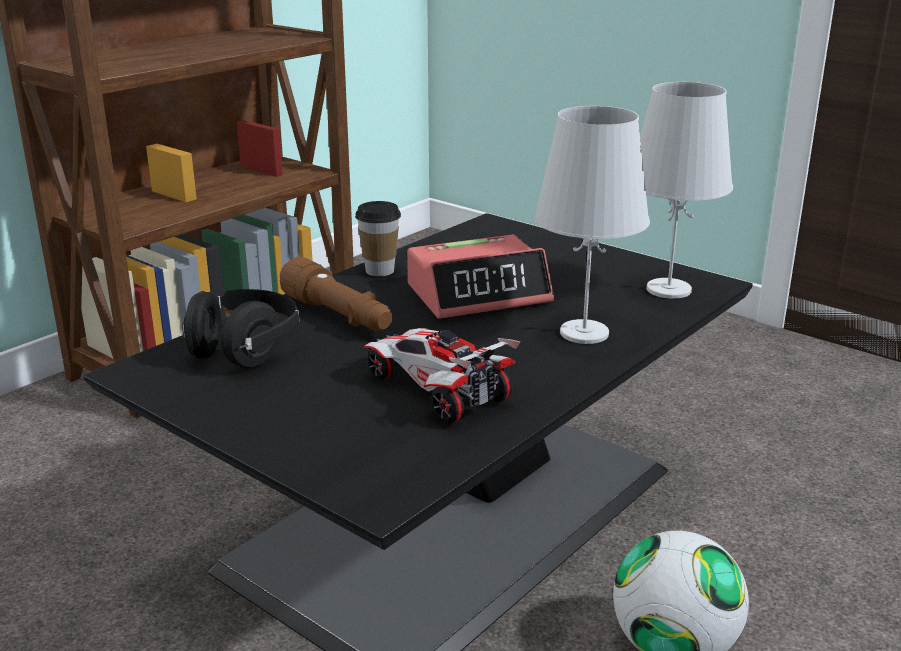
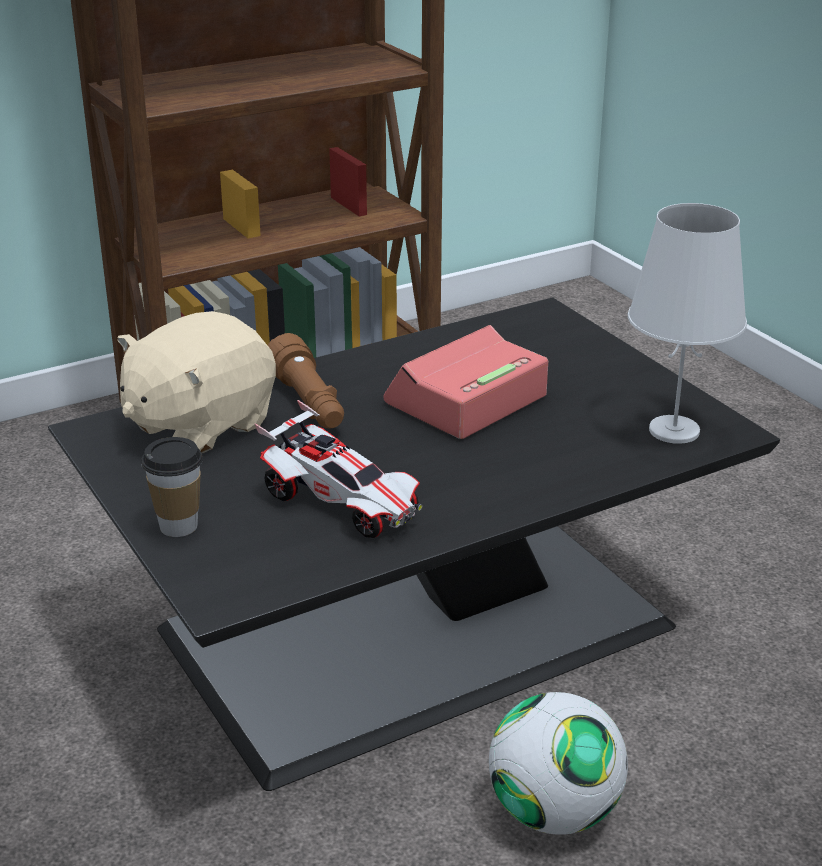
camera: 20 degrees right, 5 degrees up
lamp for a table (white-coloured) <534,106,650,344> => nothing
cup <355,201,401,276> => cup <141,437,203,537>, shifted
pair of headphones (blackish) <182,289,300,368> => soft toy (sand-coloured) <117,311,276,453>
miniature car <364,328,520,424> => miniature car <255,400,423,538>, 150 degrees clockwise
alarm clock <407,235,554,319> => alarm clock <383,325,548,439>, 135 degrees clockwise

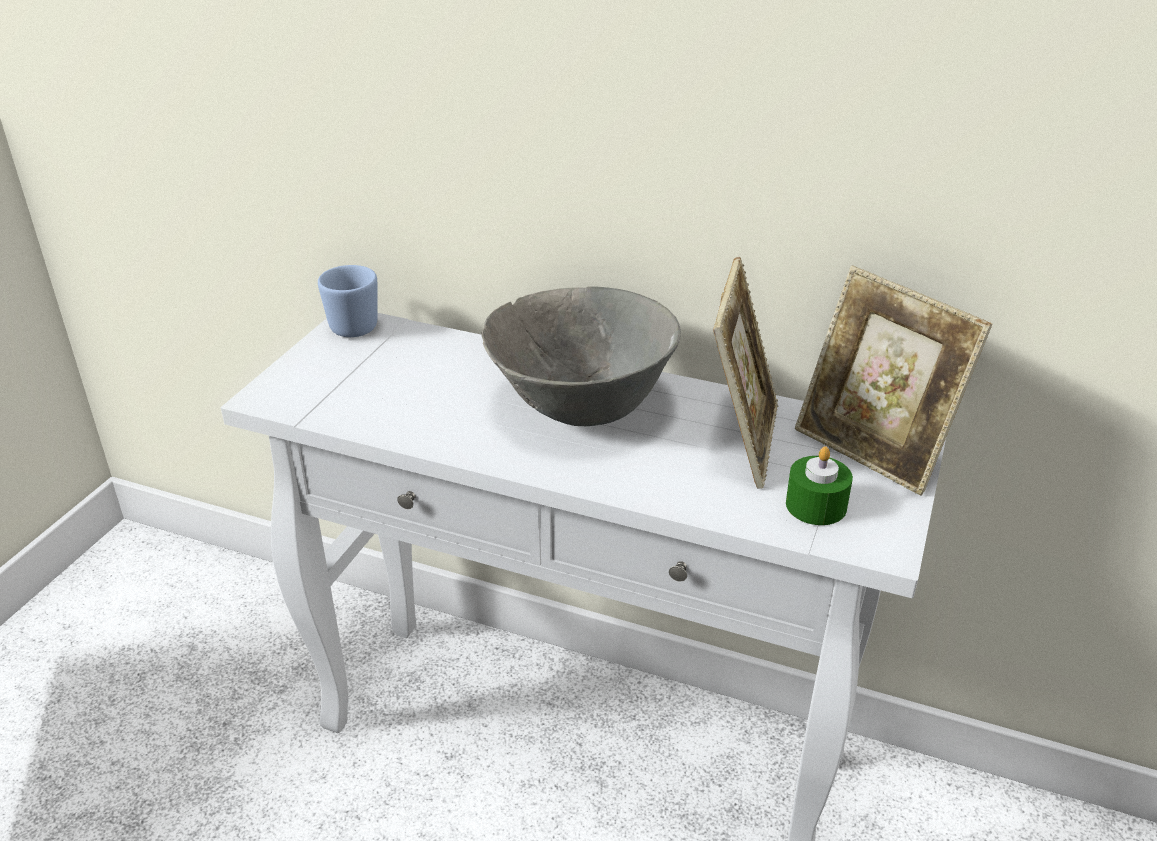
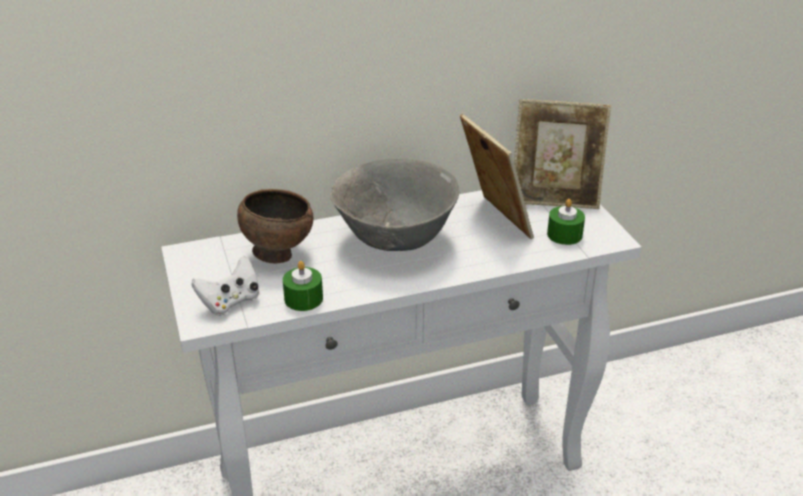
camera: 40 degrees left, 0 degrees up
tea mug (blue-coloured) <318,265,378,337> => nothing
nothing => game controller (white-coloured) <191,256,260,316>
nothing => bowl (brown) <237,189,313,263>
nothing => wax light (green) <283,261,323,311>

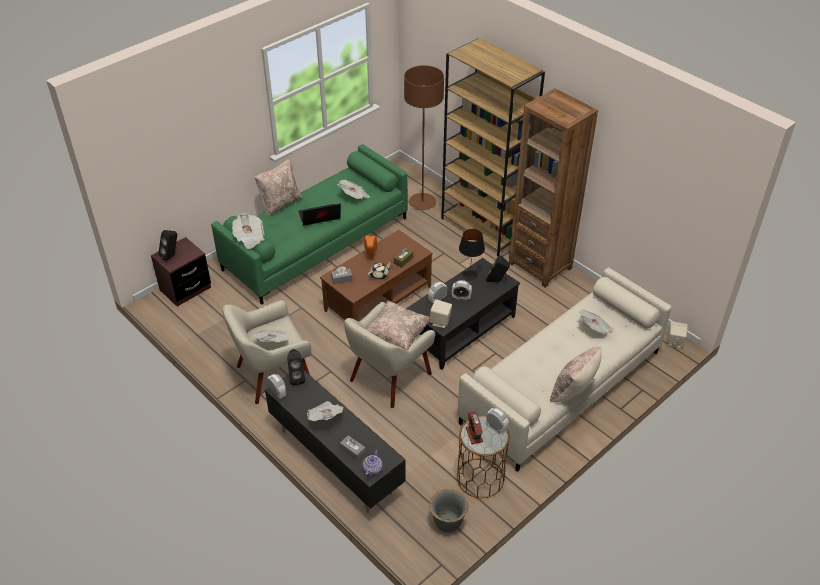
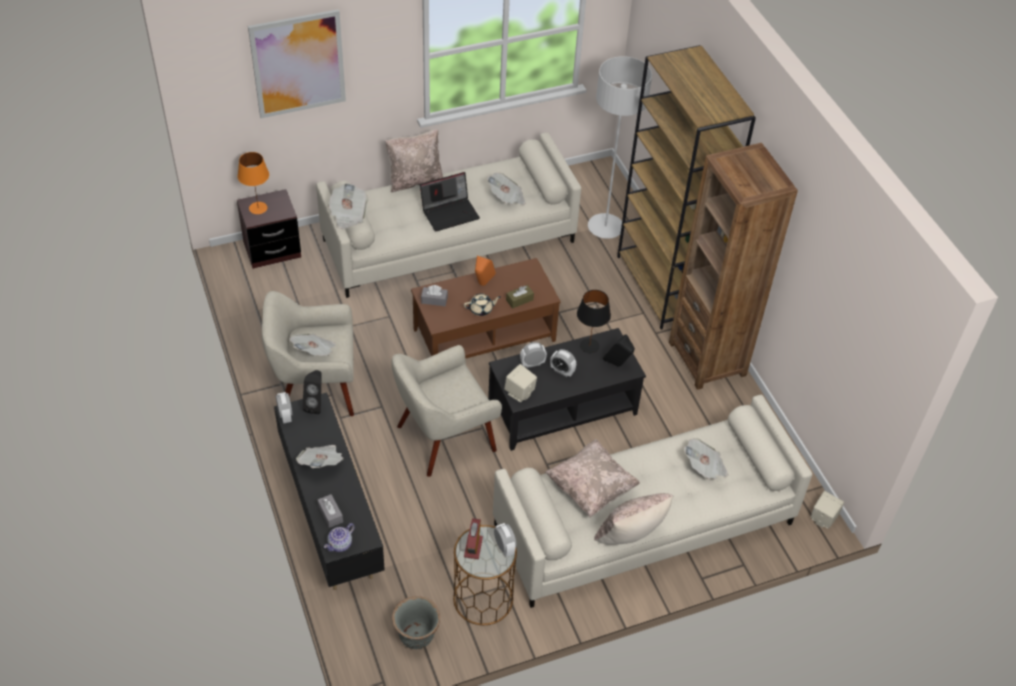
camera: 20 degrees right, 5 degrees up
nothing => wall art <248,9,346,118>
cushion (sand-coloured) <366,301,431,351> => cushion (sand-coloured) <545,439,640,517>, shifted
speaker (blackish) <158,230,177,261> => lamp for a table (orange) <238,152,269,214>
sofa (green) <211,144,408,305> => sofa (sand-coloured) <316,133,581,298>
standard lamp (brown) <404,65,444,210> => standard lamp (grey) <588,56,652,239>
notebook computer <298,204,341,226> => notebook computer <420,172,480,231>, 150 degrees clockwise

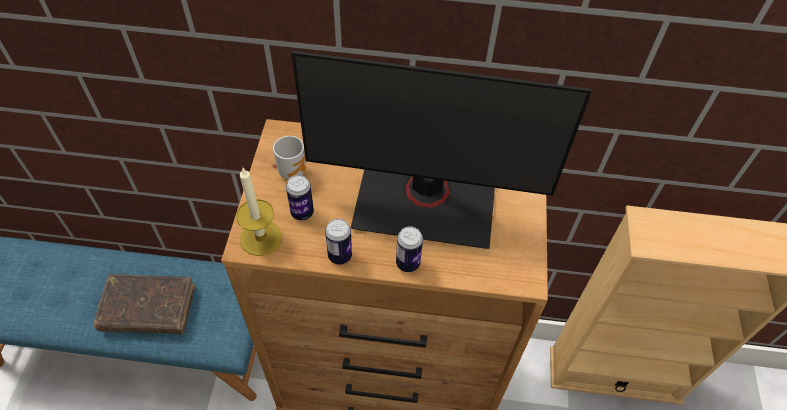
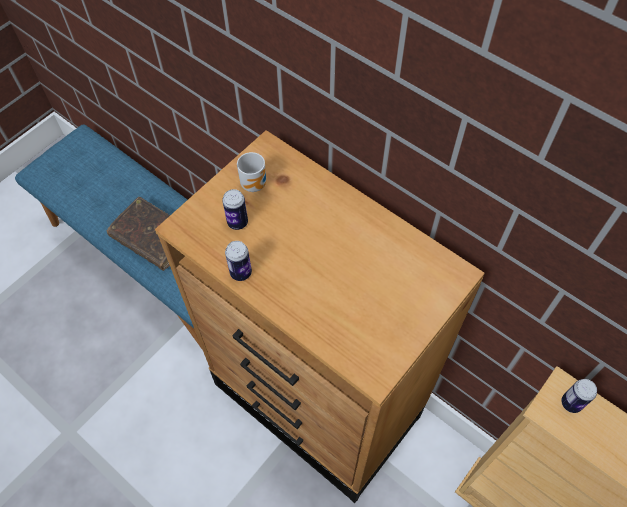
camera: 35 degrees right, 5 degrees up
wax light <236,168,282,256> => nothing
computer display <291,51,592,249> => nothing
can <396,226,423,272> => can <561,379,597,413>, shifted

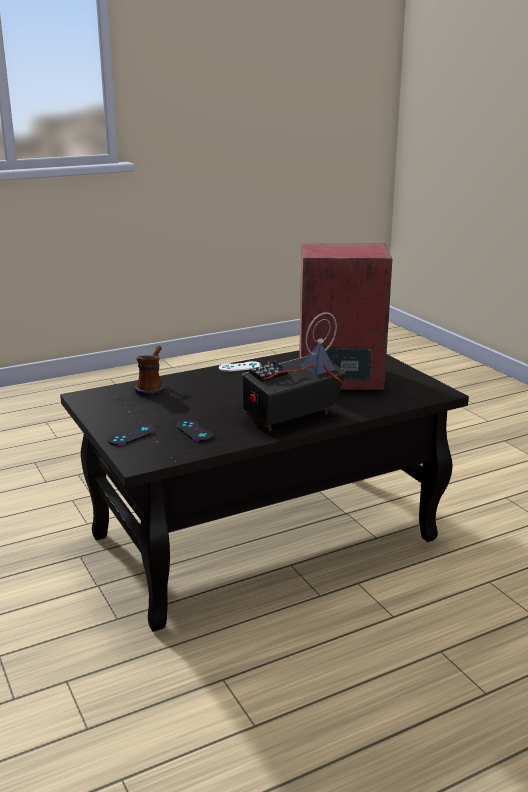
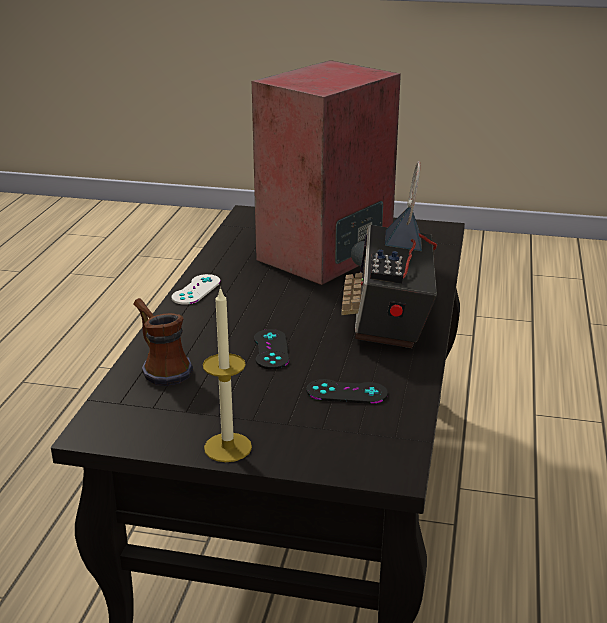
camera: 50 degrees left, 5 degrees up
nothing => wax light <203,287,252,462>
game controller (blackish) <108,425,156,446> => game controller (blackish) <254,329,289,369>, shifted

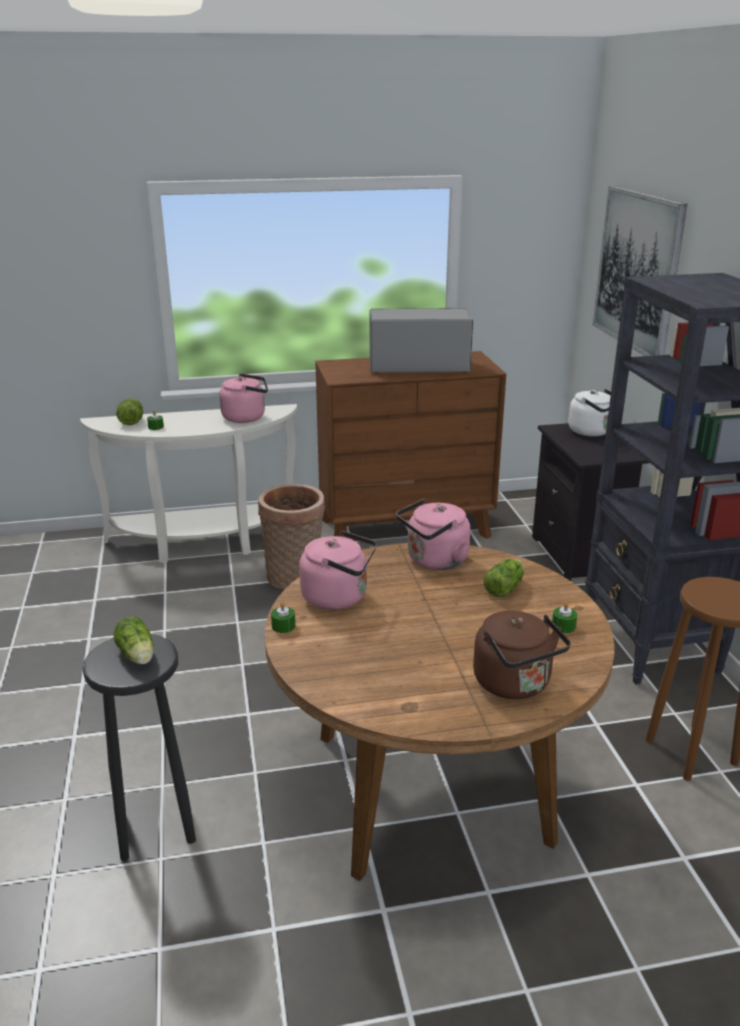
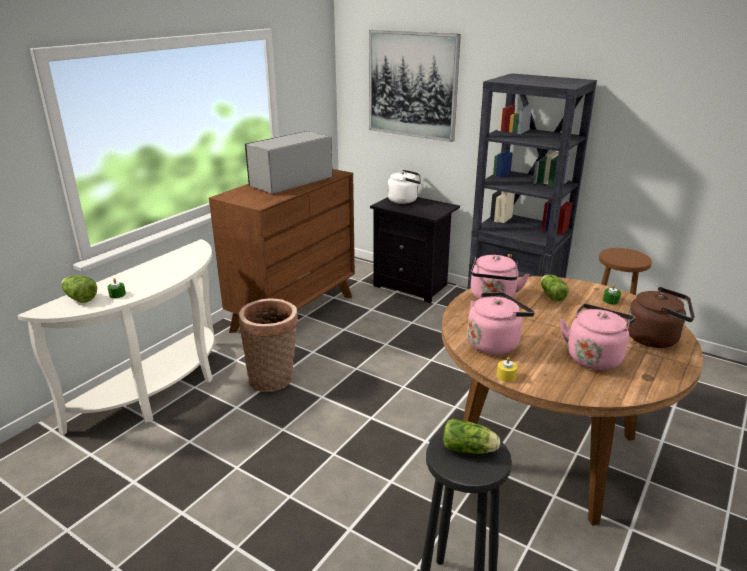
camera: 45 degrees left, 0 degrees up
kettle (pink) <219,373,268,423> => kettle (pink) <560,304,636,370>, shifted
wax light (green) <271,602,295,633> => wax light (yellow) <497,357,517,382>

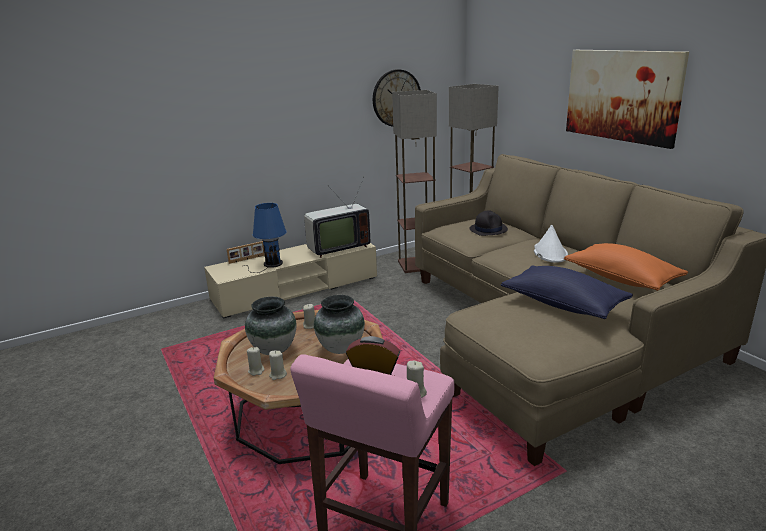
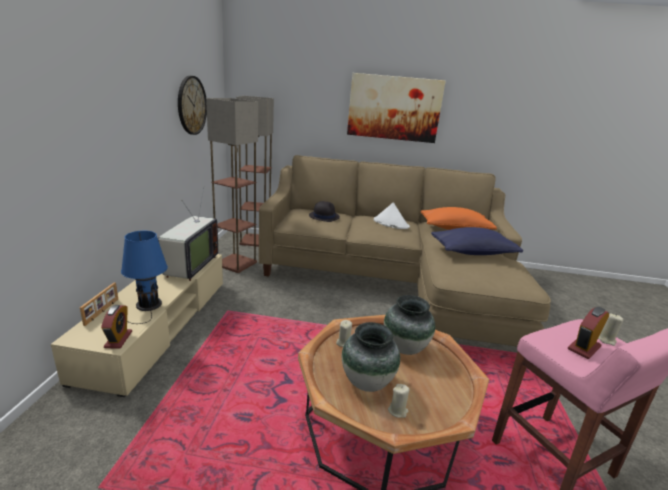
camera: 55 degrees left, 0 degrees up
wax light (sand-coloured) <269,350,287,380> => nothing
nothing => alarm clock <101,305,132,349>

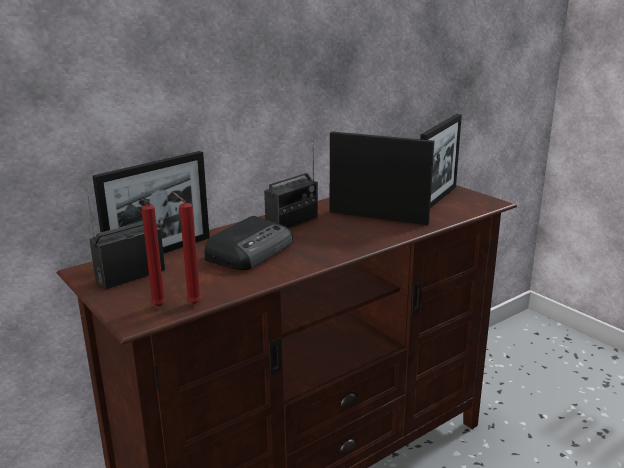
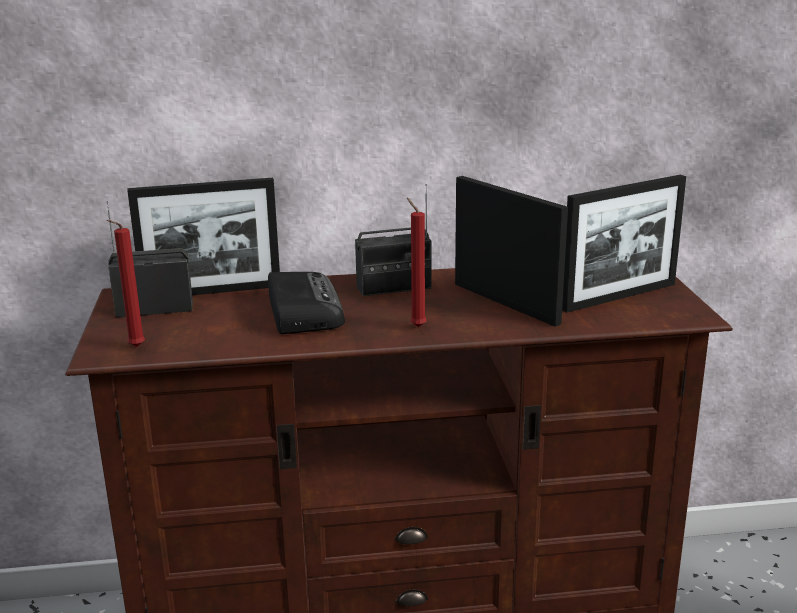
camera: 30 degrees right, 0 degrees up
wax light (reddish) <172,192,201,304> => wax light (reddish) <407,198,427,327>, shifted
radio <204,216,293,270> => radio <268,272,345,334>, 75 degrees counterclockwise

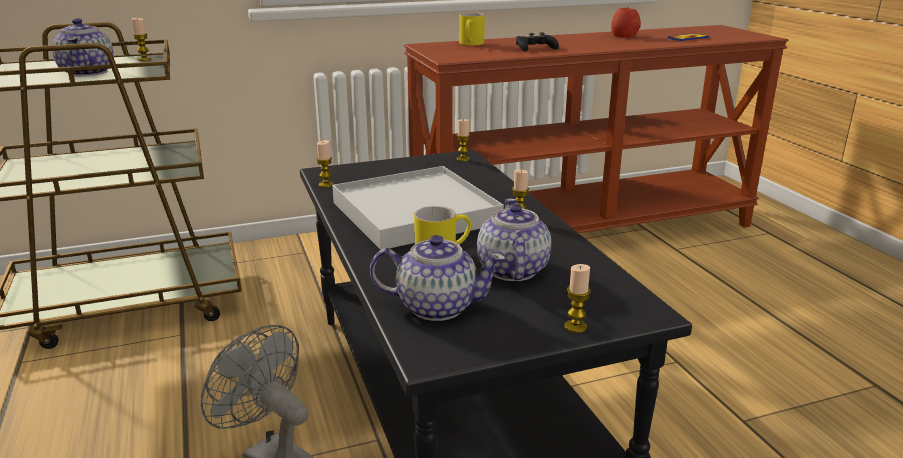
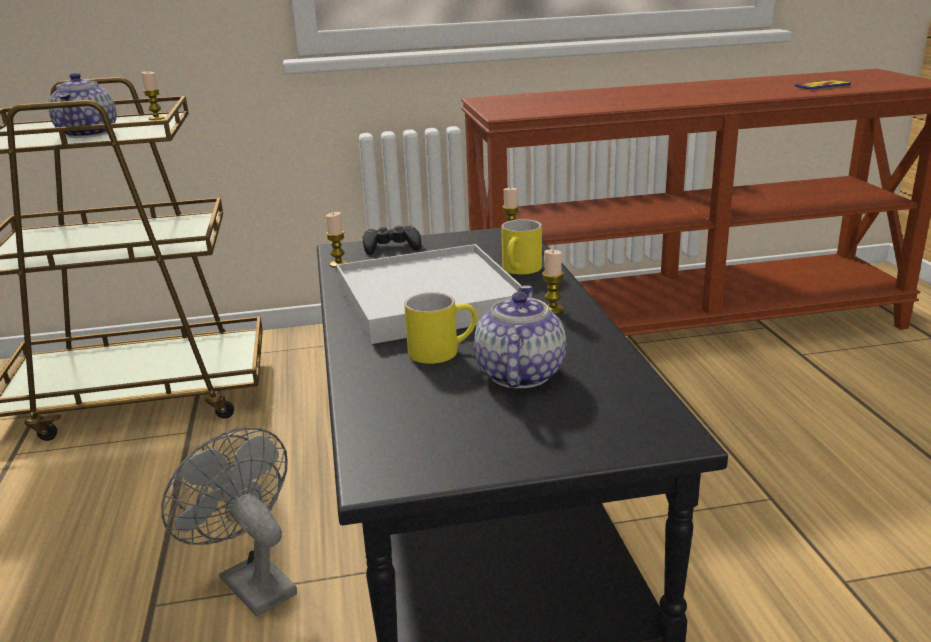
camera: 10 degrees right, 0 degrees up
pot for tea <370,235,506,321> => nothing
wax light <564,264,591,333> => nothing
whole apple <611,7,641,37> => nothing
tea mug (yellow) <459,13,485,45> => tea mug (yellow) <501,219,542,275>, shifted
game controller (blackish) <516,32,559,51> => game controller (blackish) <363,226,421,255>, shifted

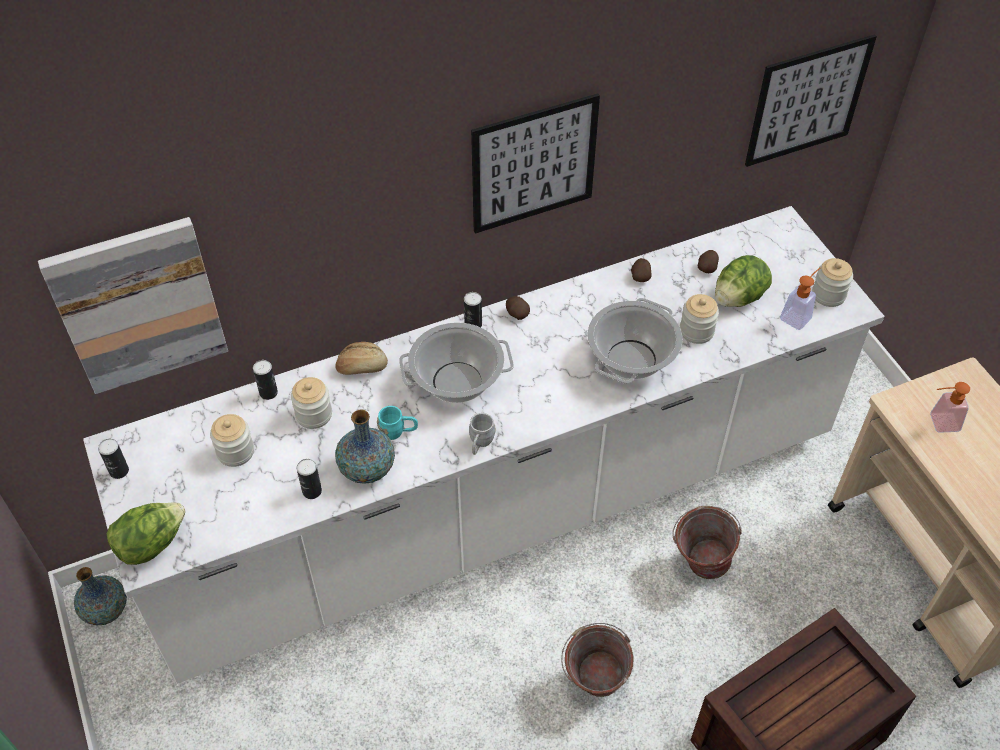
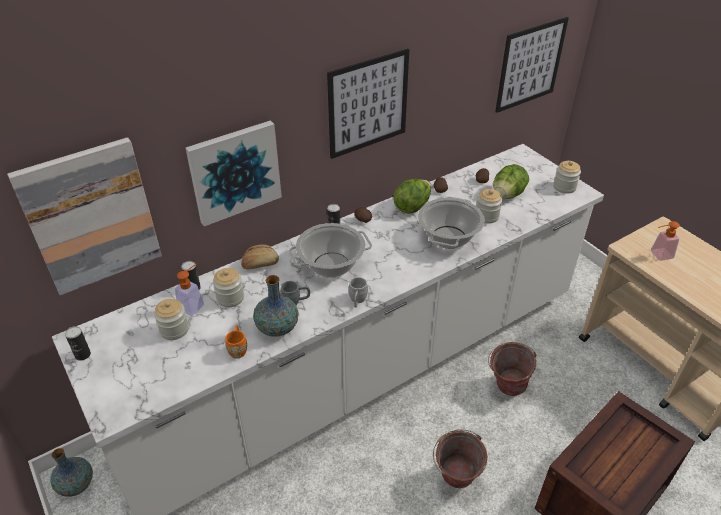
camera: 10 degrees left, 10 degrees down
nothing => wall art <186,120,282,226>
lettuce <107,503,186,565> => lettuce <393,179,431,214>, shifted
liquid soap bottle <780,268,820,330> => liquid soap bottle <175,263,204,316>, shifted
can <297,459,322,499> => tea mug (orange) <225,325,247,358>
tea mug (turquoise) <377,406,418,440> => tea mug (grey) <280,281,310,305>

